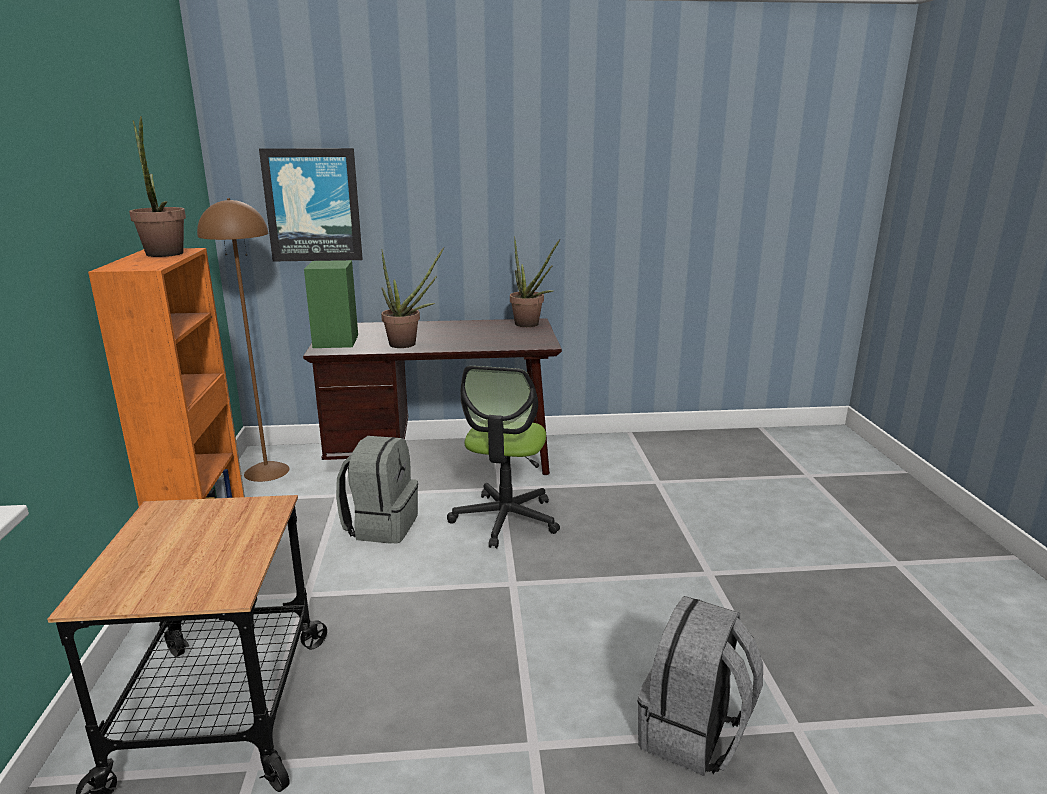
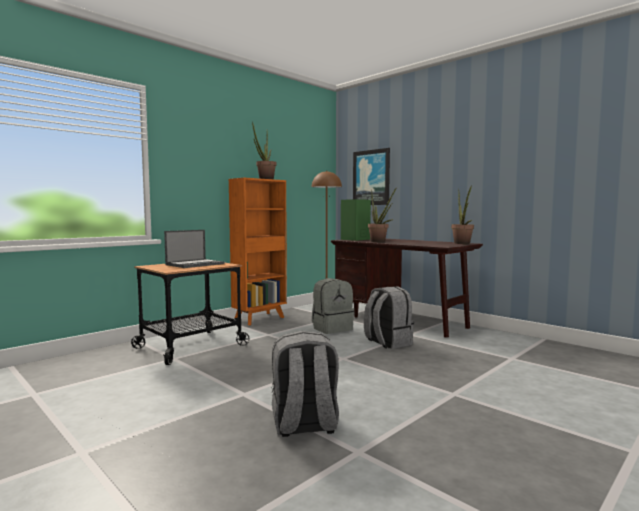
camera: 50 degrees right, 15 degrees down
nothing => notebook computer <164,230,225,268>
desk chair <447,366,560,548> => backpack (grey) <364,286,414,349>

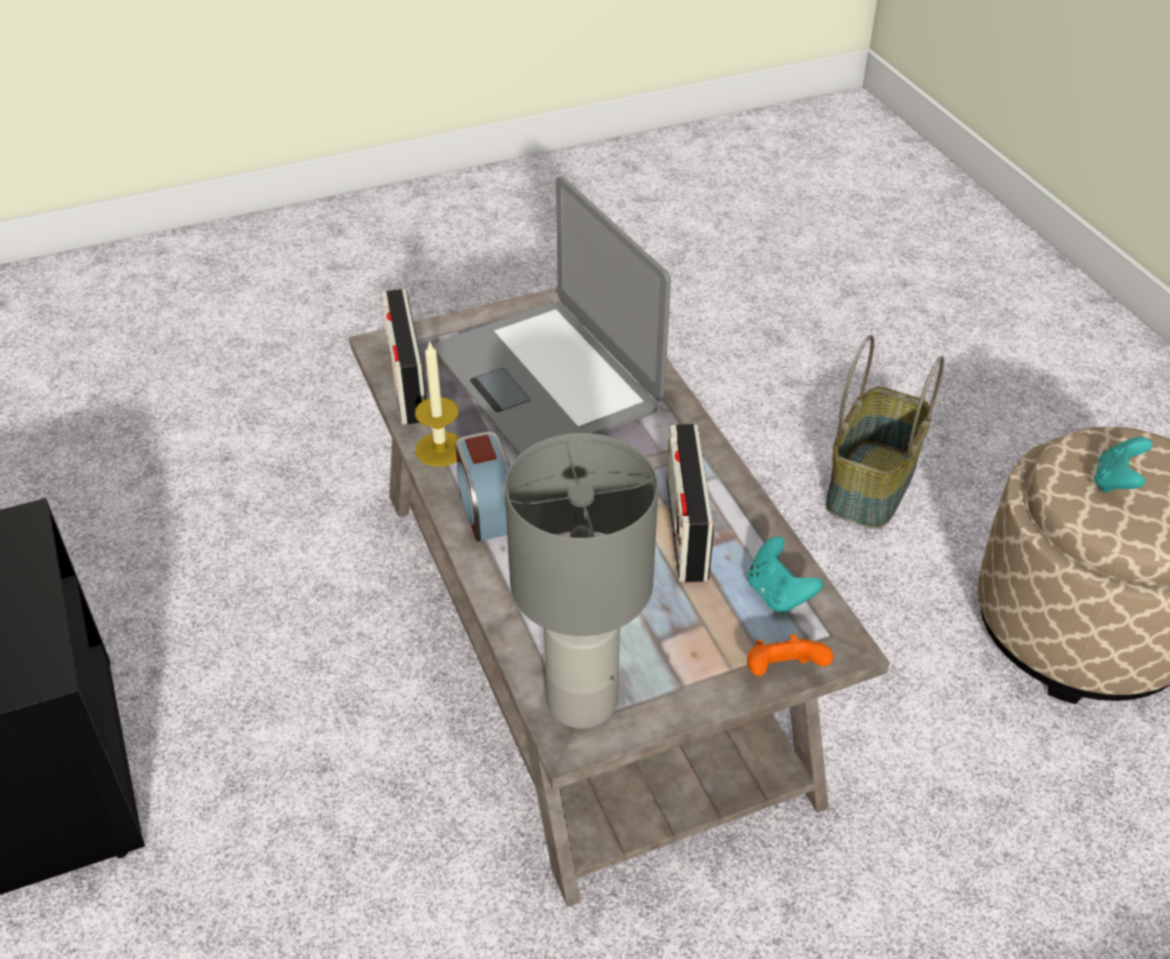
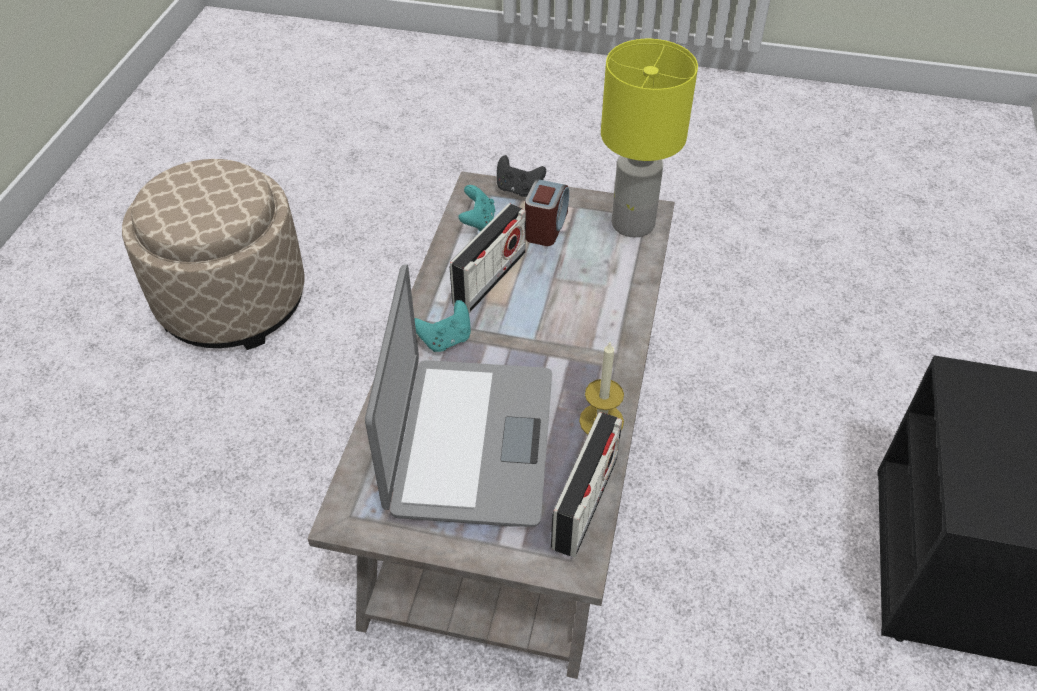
camera: 145 degrees left, 5 degrees up
basket <826,335,944,529> => nothing
alarm clock <455,432,510,542> => alarm clock <525,179,569,246>, shifted
game controller (turquoise) <1094,437,1152,492> => game controller (turquoise) <415,300,471,352>, shifted
lamp for a table (grey) <505,433,658,729> => lamp for a table (yellow) <601,39,698,237>
game controller (orange) <747,634,833,676> => game controller (blackish) <497,155,546,197>

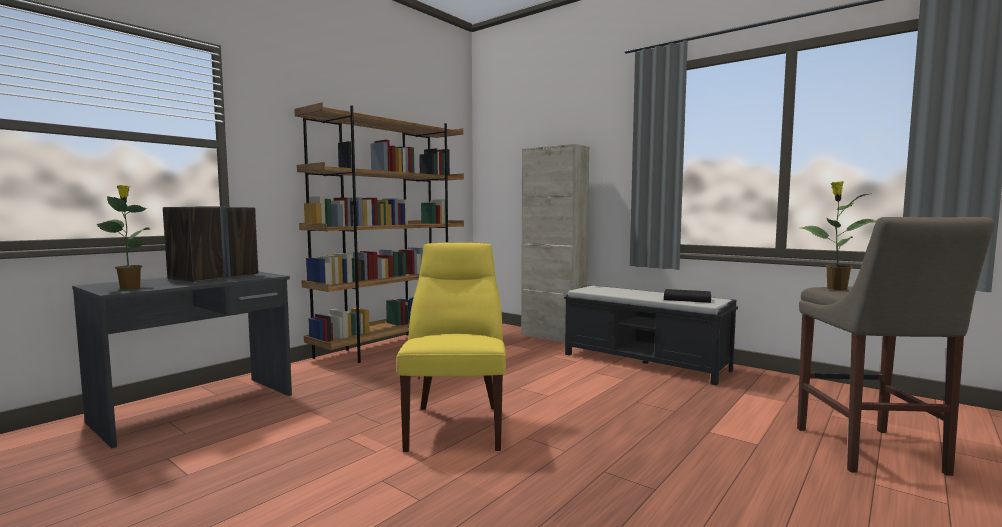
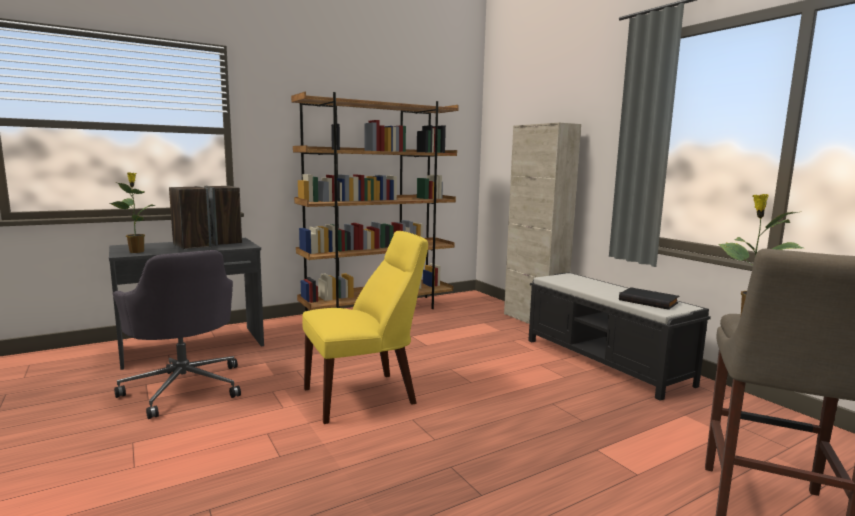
camera: 20 degrees right, 5 degrees up
nothing => desk chair (grey) <113,250,241,419>
plain chair (yellow) <397,242,506,452> => plain chair (yellow) <302,231,428,424>, 45 degrees clockwise

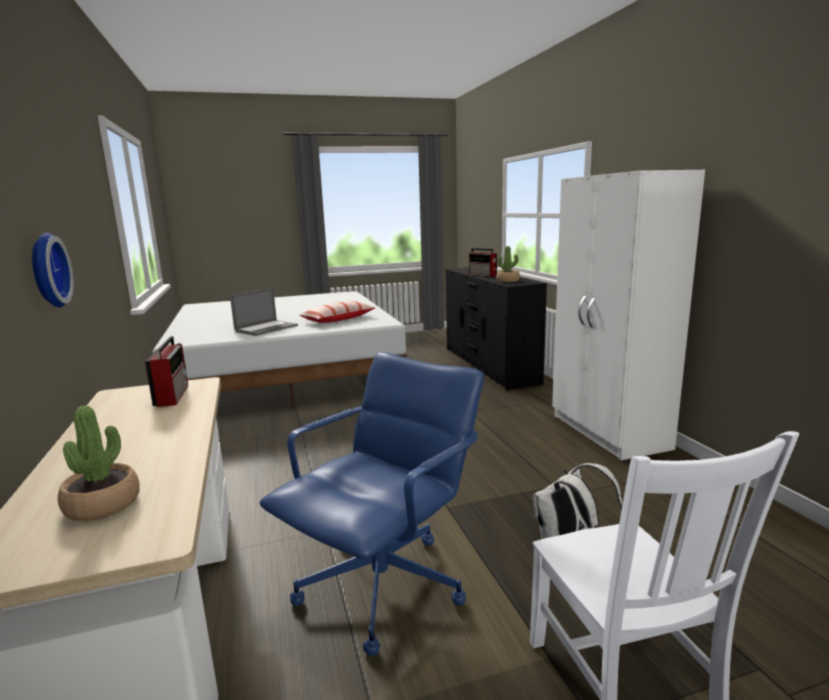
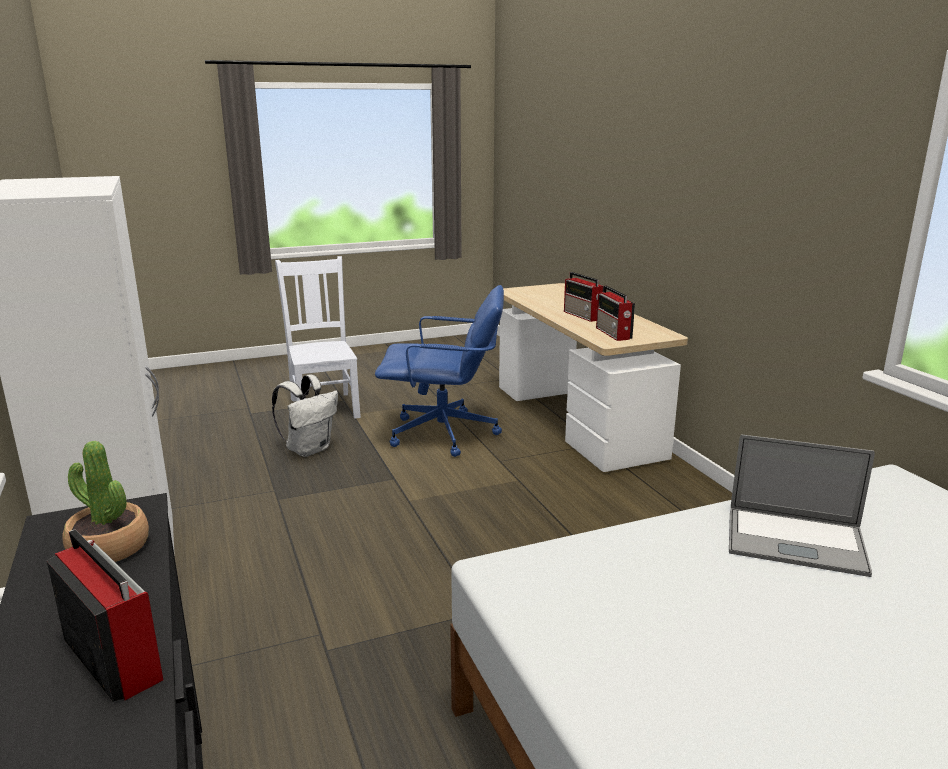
camera: 175 degrees right, 5 degrees up
hanging clock <32,233,74,308> => nothing
potted plant <58,405,140,521> => nothing
cushion <299,301,375,323> => nothing
nothing => radio <564,272,604,322>
notebook computer <230,288,298,336> => notebook computer <729,434,875,577>, 105 degrees counterclockwise
desk chair (blue-coloured) <260,352,484,656> => desk chair (blue-coloured) <375,285,504,457>, 120 degrees counterclockwise

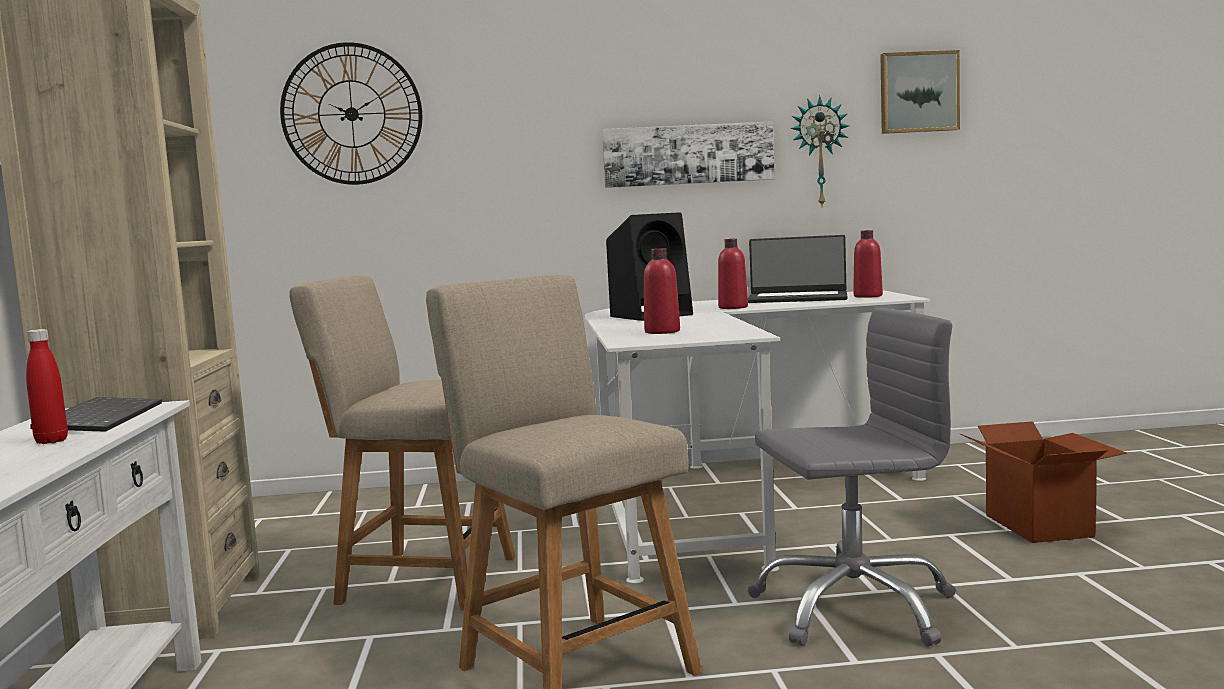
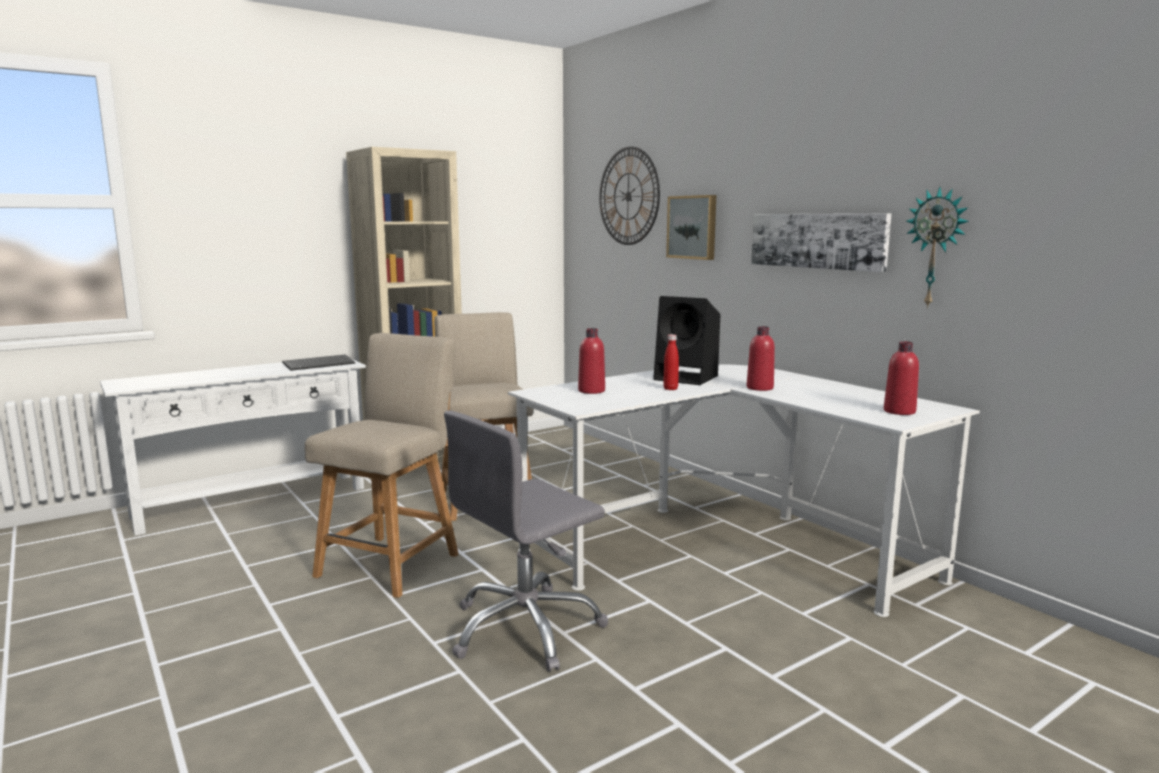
camera: 60 degrees right, 5 degrees up
notebook computer <748,235,848,303> => nothing
carton <960,421,1127,543> => nothing
bottle (reddish) <26,329,68,444> => bottle (reddish) <663,334,679,390>, shifted
wall art <880,50,960,134> => wall art <666,195,716,260>, shifted
desk chair (grey) <748,308,956,647> => desk chair (grey) <444,411,608,672>, 90 degrees clockwise

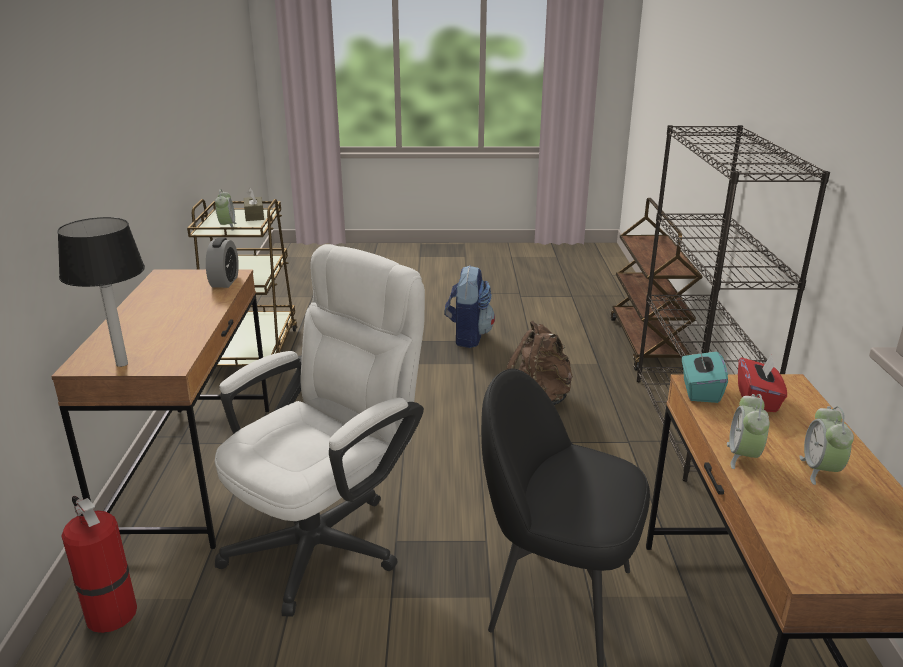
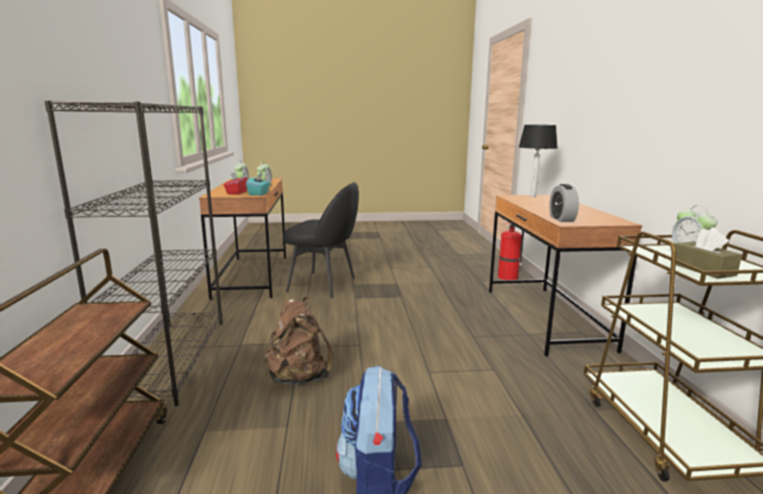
camera: 175 degrees right, 10 degrees down
desk chair (white-coloured) <215,244,425,617> => nothing

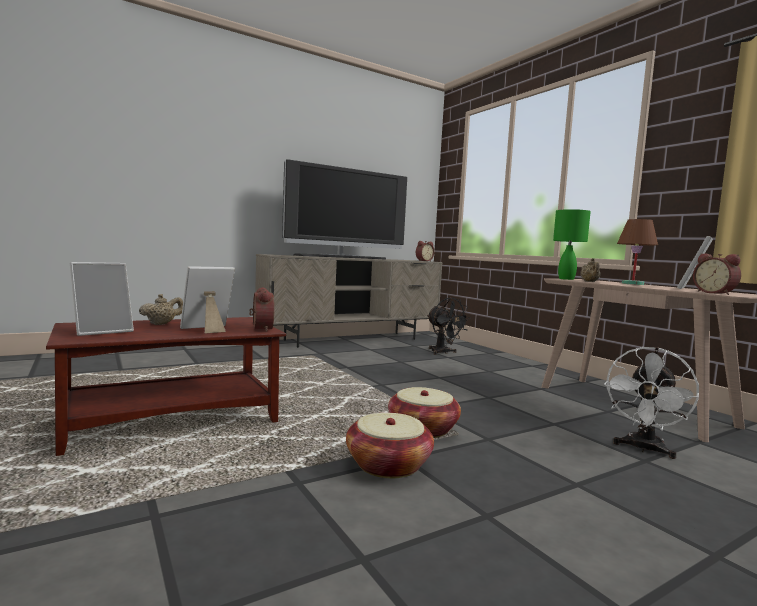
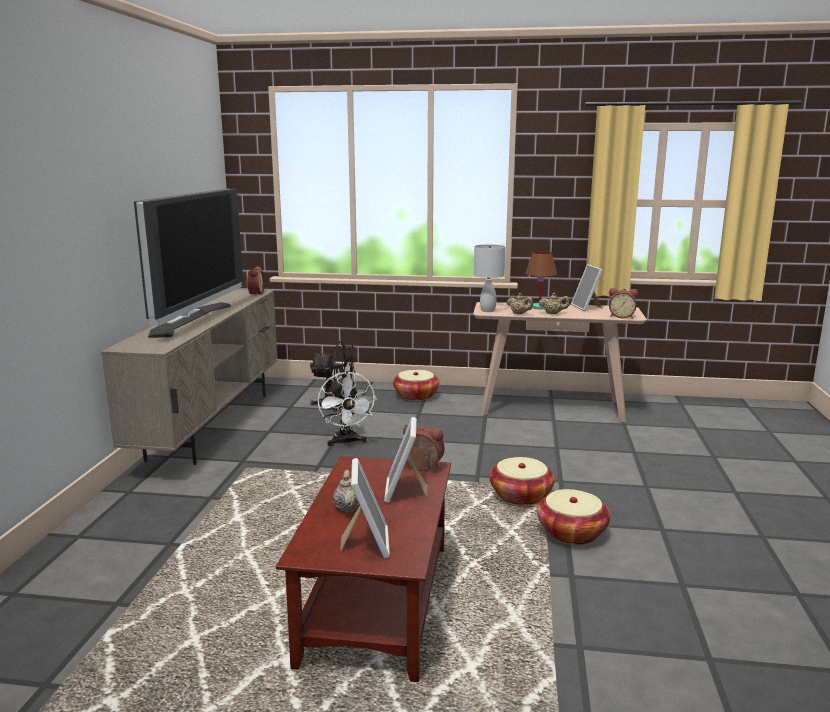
camera: 50 degrees left, 10 degrees up
nothing => basket <393,370,439,401>
nothing => pot for tea (sand-coloured) <539,293,570,314>
electric fan (white-coloured) <604,347,699,459> => electric fan (white-coloured) <318,371,377,446>, shifted
lamp for a table (green) <553,209,591,280> => lamp for a table (white-coloured) <474,244,505,312>

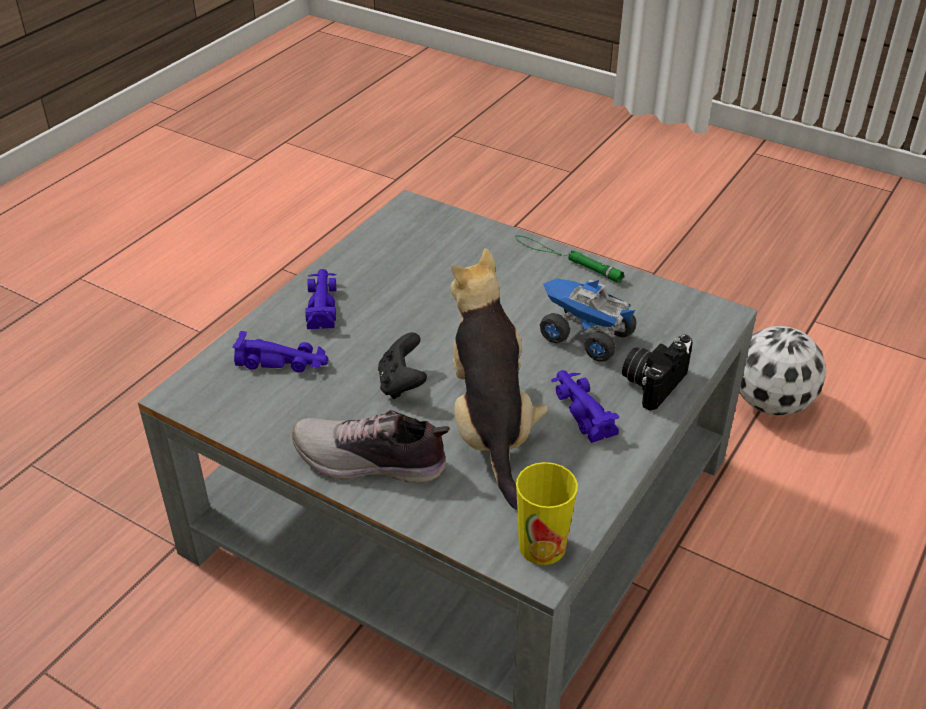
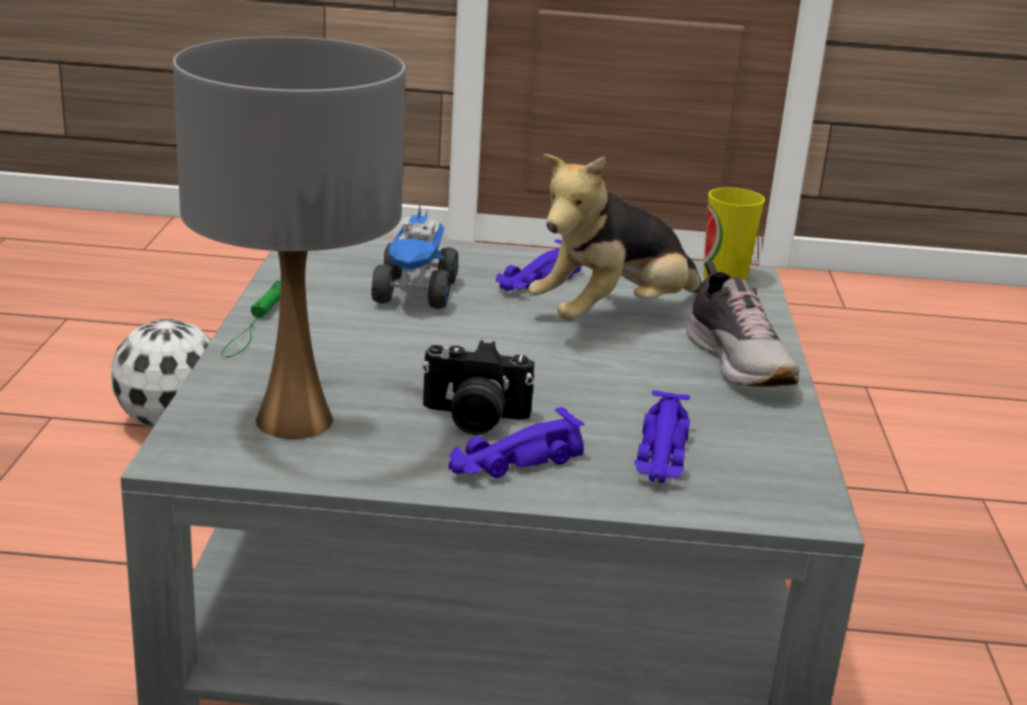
camera: 120 degrees left, 15 degrees down
game controller (blackish) <378,333,427,399> => nothing
nothing => lamp for a table (grey) <173,37,405,439>
photo camera <622,334,693,411> => photo camera <422,340,535,435>, shifted
miniature car (purple) <233,331,329,372> => miniature car (purple) <634,390,690,483>, 150 degrees counterclockwise

